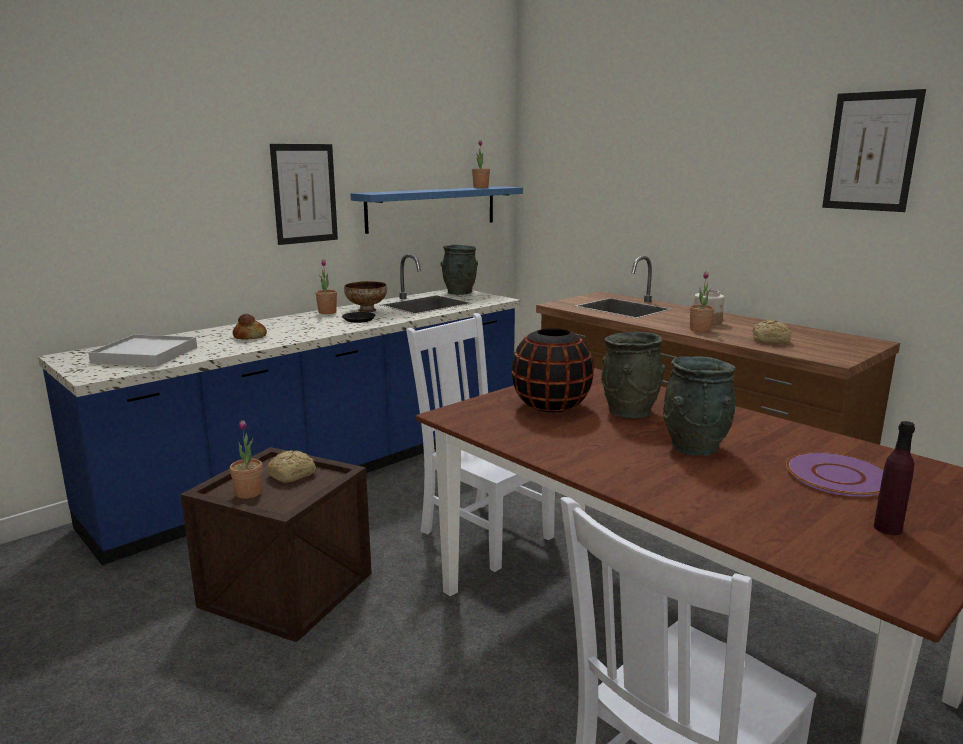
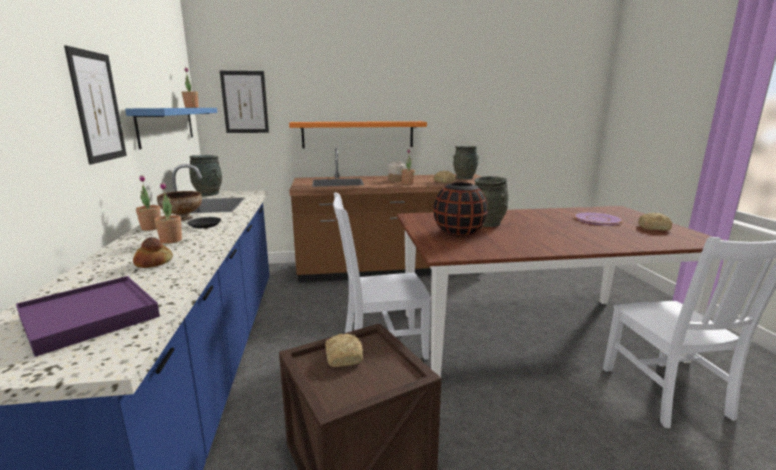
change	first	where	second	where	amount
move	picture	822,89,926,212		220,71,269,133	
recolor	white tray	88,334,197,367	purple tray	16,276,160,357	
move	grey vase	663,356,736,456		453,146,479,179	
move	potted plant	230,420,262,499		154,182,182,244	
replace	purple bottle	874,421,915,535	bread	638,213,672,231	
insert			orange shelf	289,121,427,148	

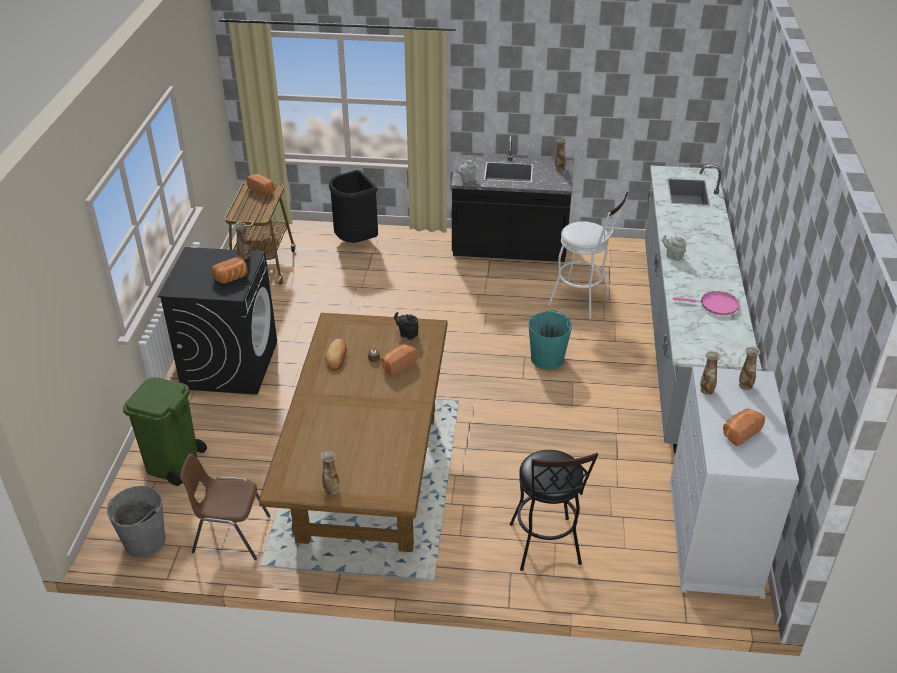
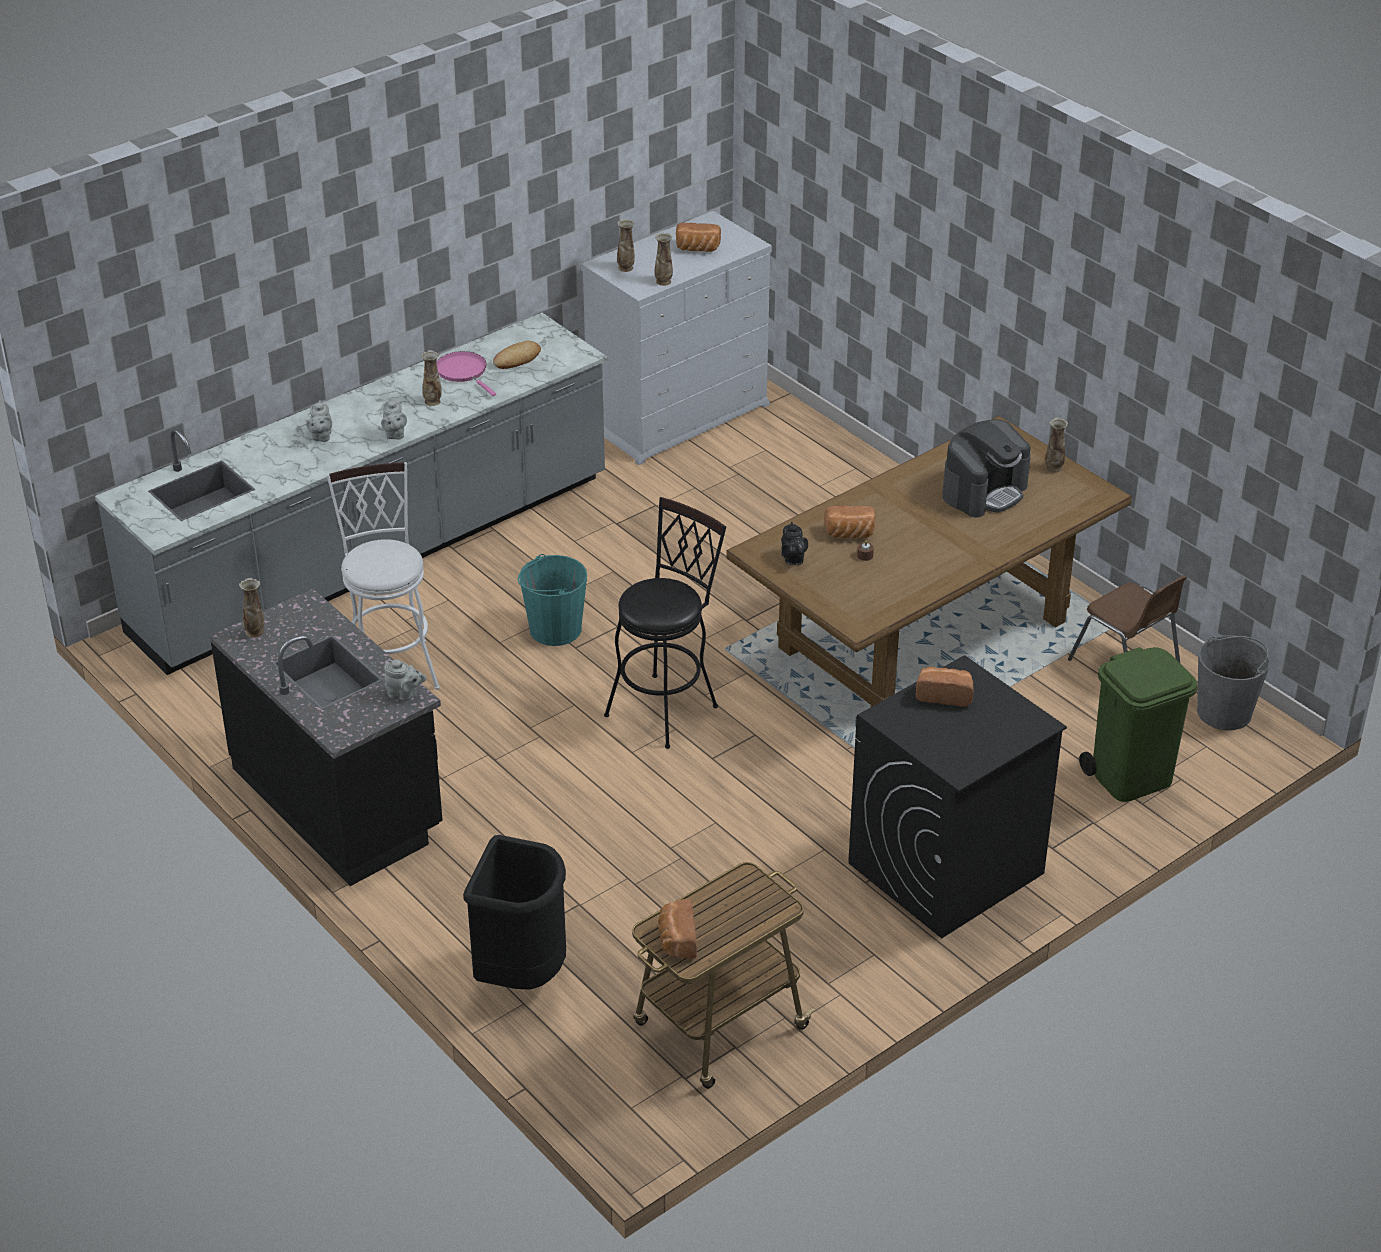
change	first	where	second	where	amount
move	vase	234,222,250,259		421,350,442,406	
move	bread	325,339,347,371		493,341,541,369	
move	black stool	510,450,598,571		604,497,726,749	
insert			grey teapot	306,400,332,442	
insert			coffee machine	942,419,1031,518	

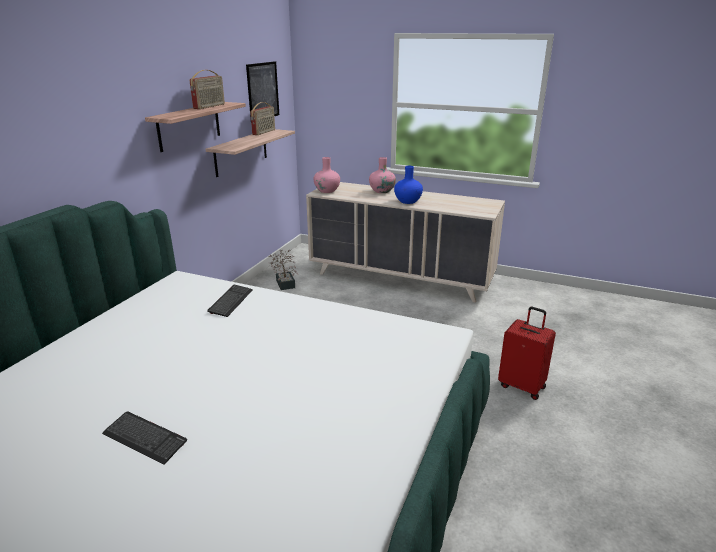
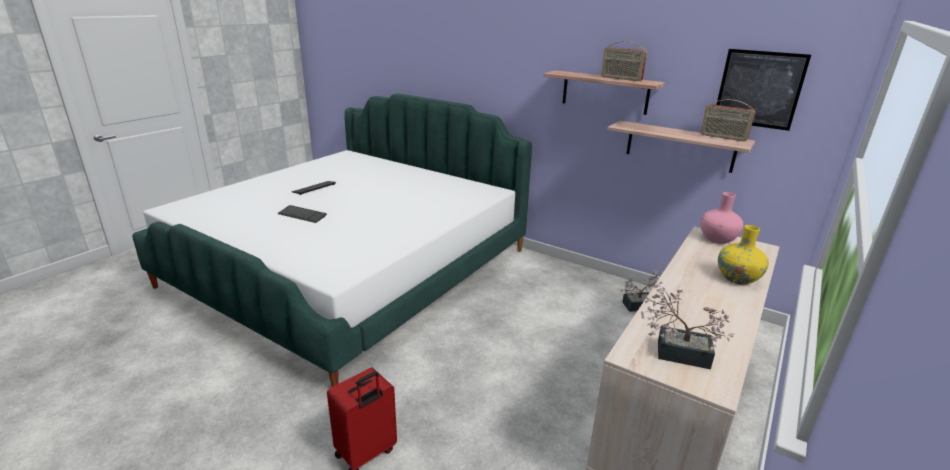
change	first	where	second	where	amount
recolor	pink vase	369,157,396,193	yellow vase	718,225,769,285	
delete	blue vase	394,166,423,204			
move	keyboard	207,285,253,317		278,205,327,223	
insert			potted plant	641,282,734,369	

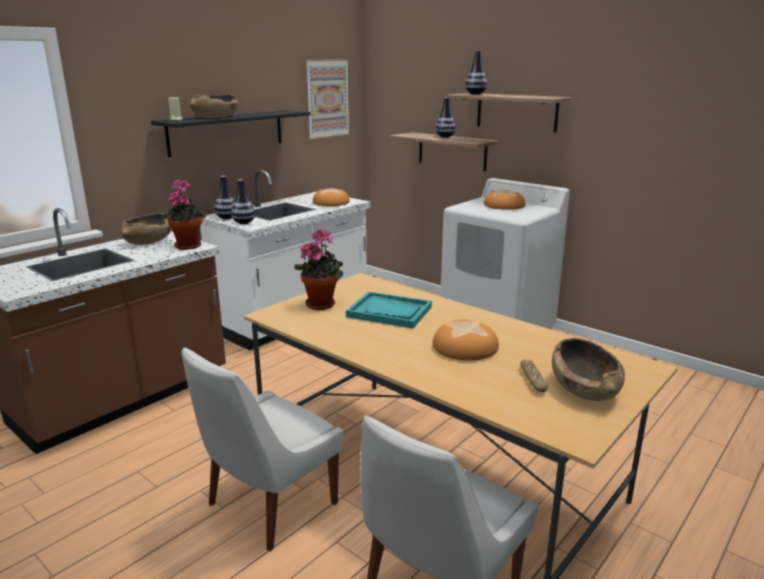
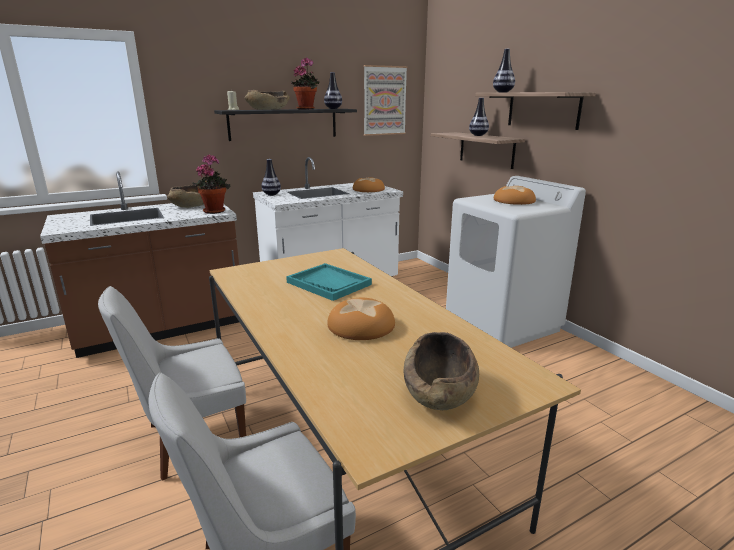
change	first	where	second	where	amount
move	vase	231,179,255,224		324,72,342,109	
move	potted plant	294,228,343,310		291,57,320,109	
delete	bread	520,359,548,392			

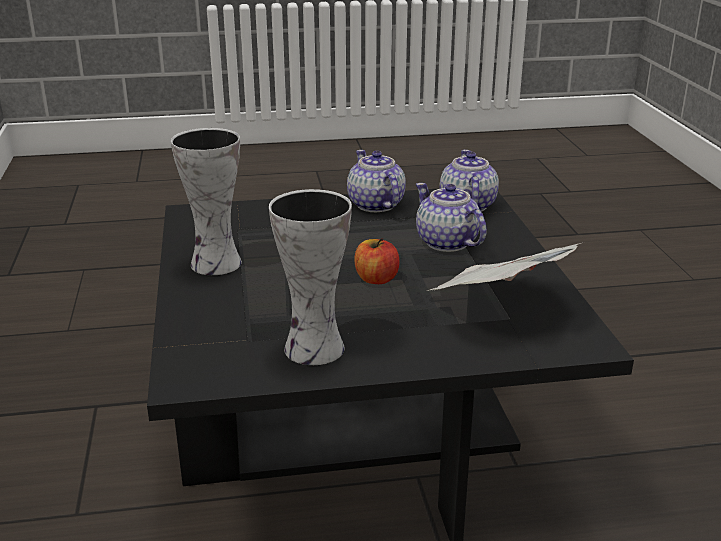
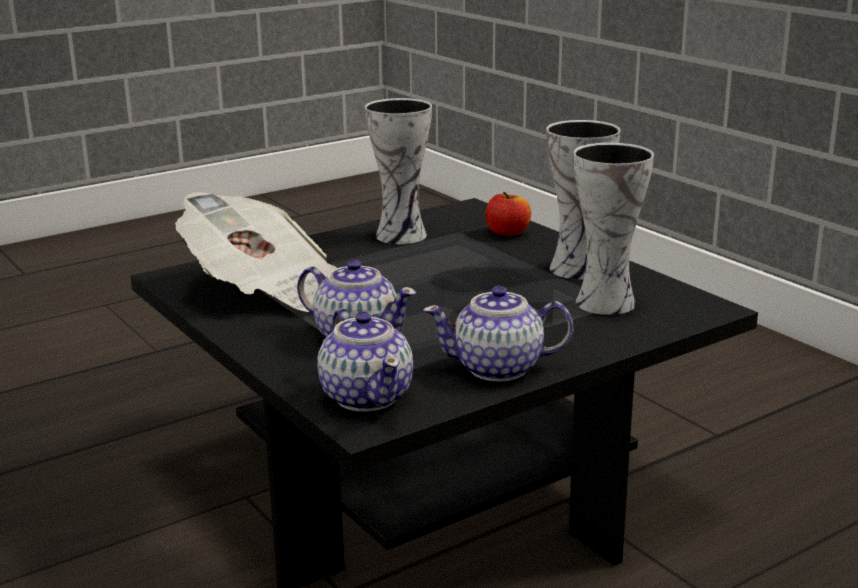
change	first	where	second	where	amount
rotate	teapot	347,150,406,212		423,286,574,382	135 degrees clockwise
move	apple	354,238,399,284		486,192,531,236	
insert			vase	573,143,654,315	

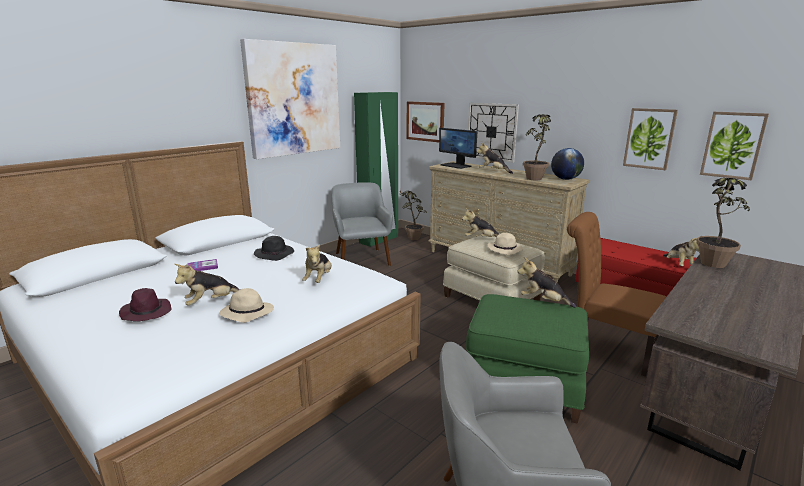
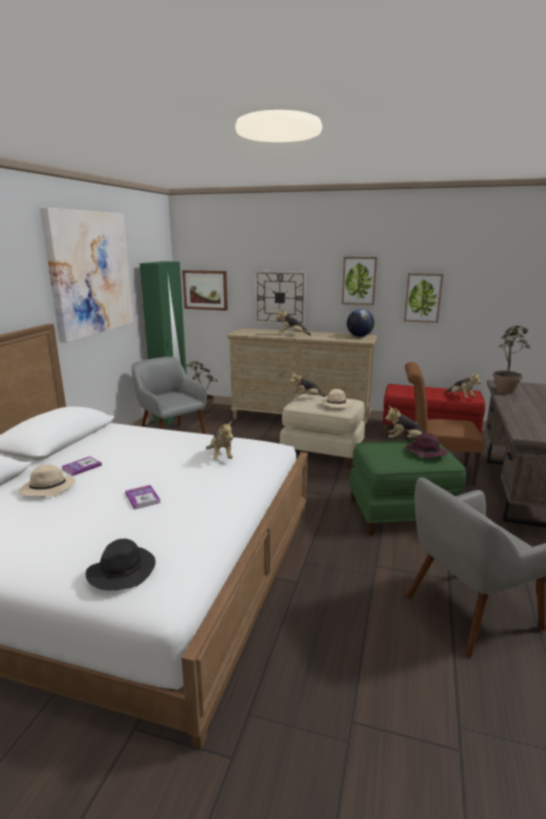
change	first	where	second	where	amount
move	picture	700,112,769,181		342,257,377,305	
delete	potted plant	523,114,551,180			
delete	monitor	439,128,477,169			
move	black hat	254,236,294,261		86,539,156,590	
replace	plush toy	175,264,240,306	book	125,485,161,510	
move	purple hat	119,288,171,321		405,433,448,458	
move	beige hat	219,288,274,323		19,464,76,497	

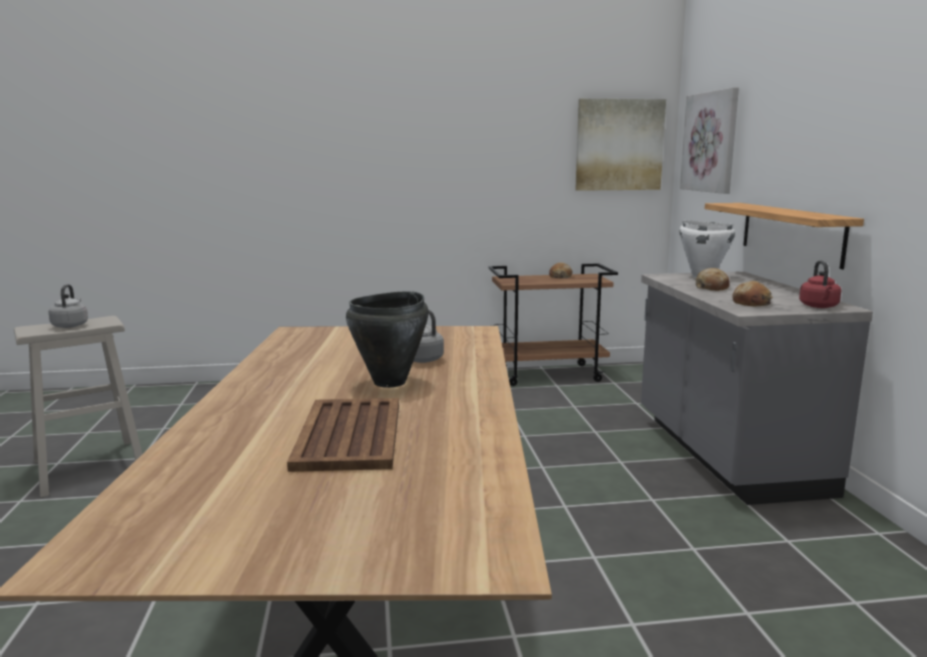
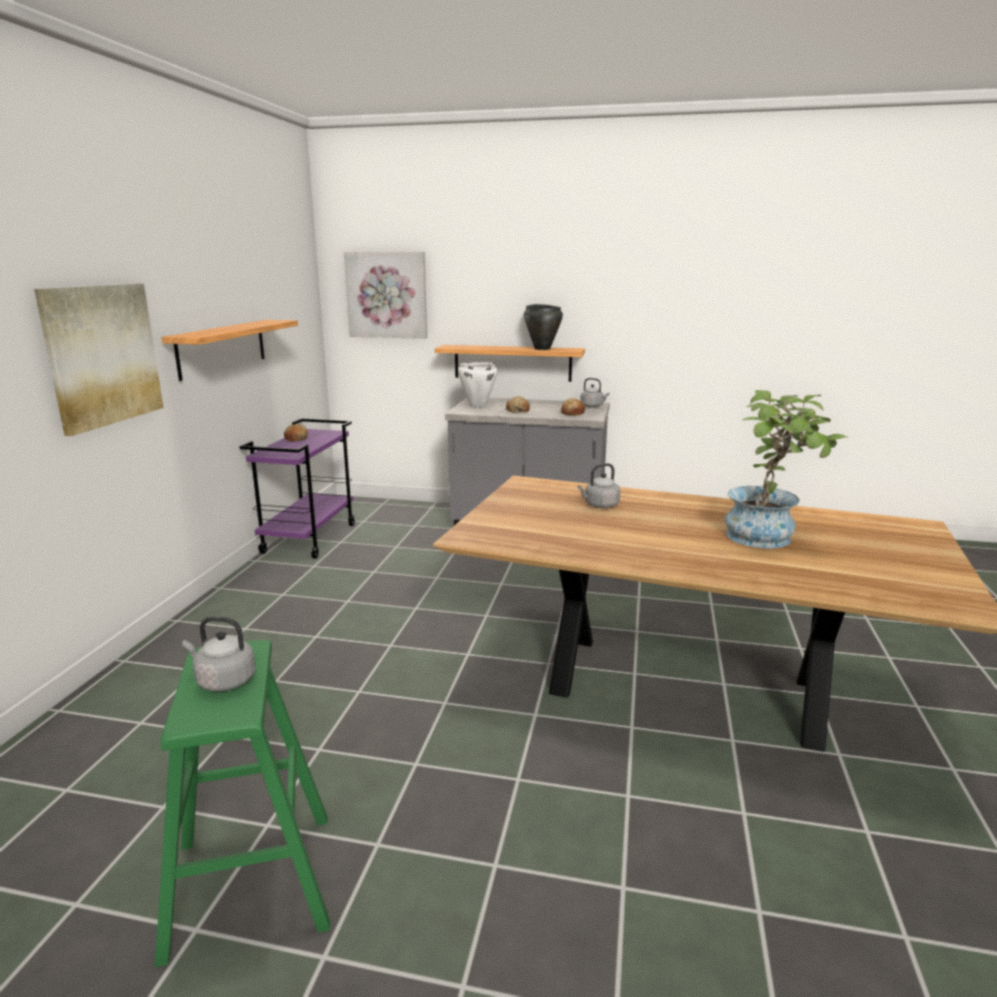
change	first	where	second	where	amount
move	picture	575,99,666,191		34,283,163,436	
recolor	red kettle	799,260,841,308	grey kettle	580,378,609,408	
recolor	brown cart	489,263,618,386	purple cart	239,418,355,559	
move	black cooking pot	346,291,429,388		524,304,563,350	
recolor	beige stool	14,316,142,498	green stool	155,640,330,967	
replace	brown tray	287,398,399,472	potted plant	725,390,849,548	
insert			shelf	161,320,298,381	

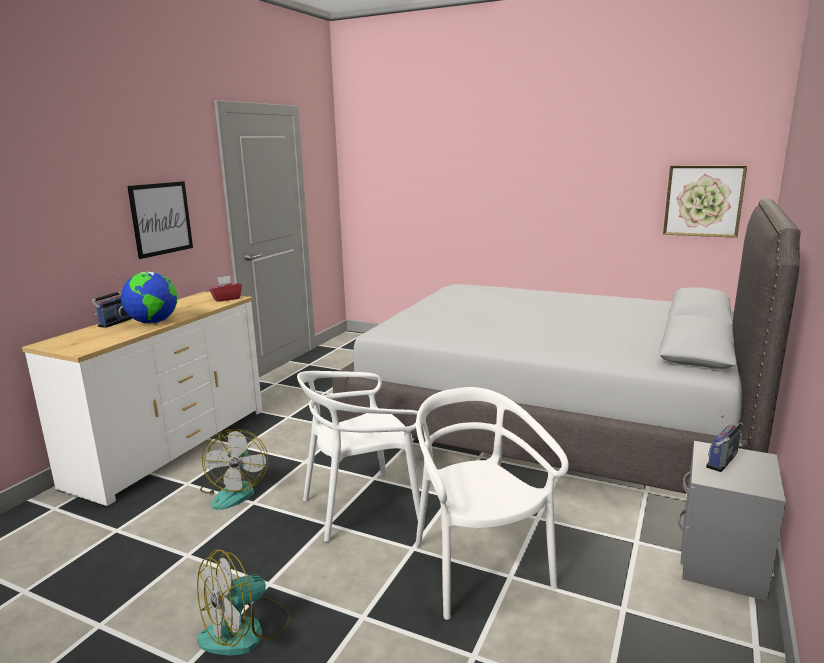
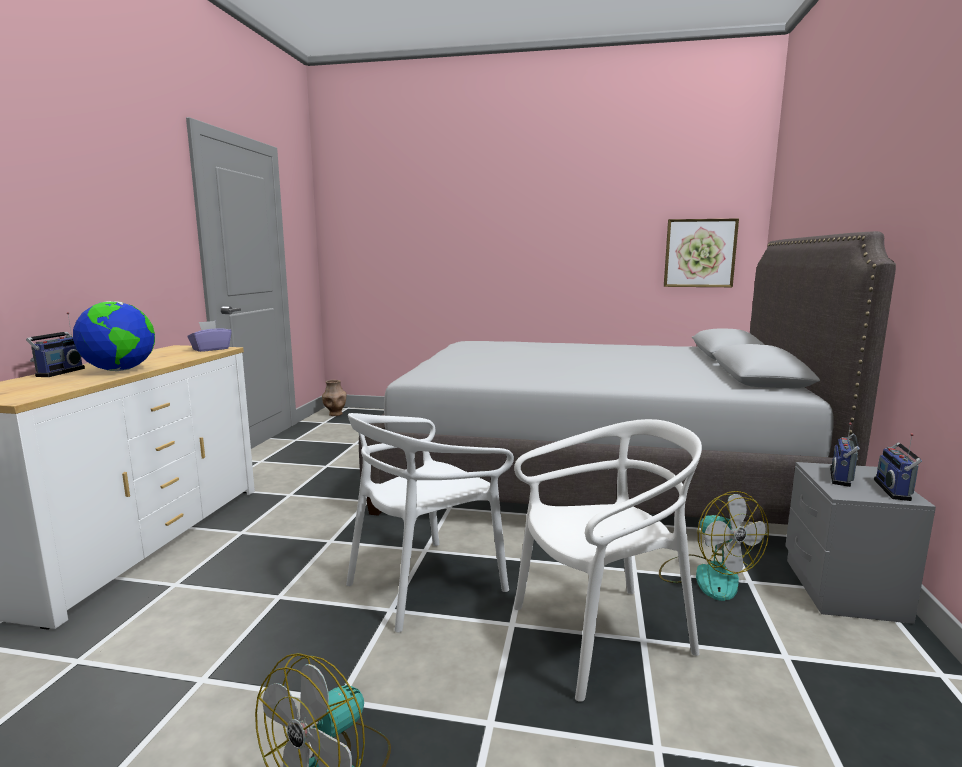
change	first	where	second	where	amount
delete	picture	127,181,193,259			
recolor	red tissue box	209,276,242,302	purple tissue box	187,321,231,352	
rotate	white chair	416,387,569,620		514,419,702,702	105 degrees clockwise
move	fan	200,429,268,510		659,491,769,601	
insert			brown vase	322,380,346,416	
insert			radio	874,433,922,501	

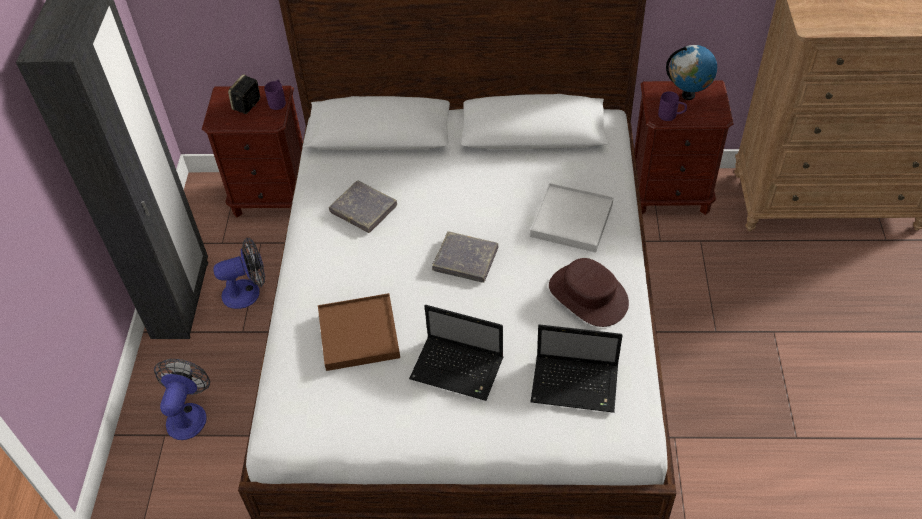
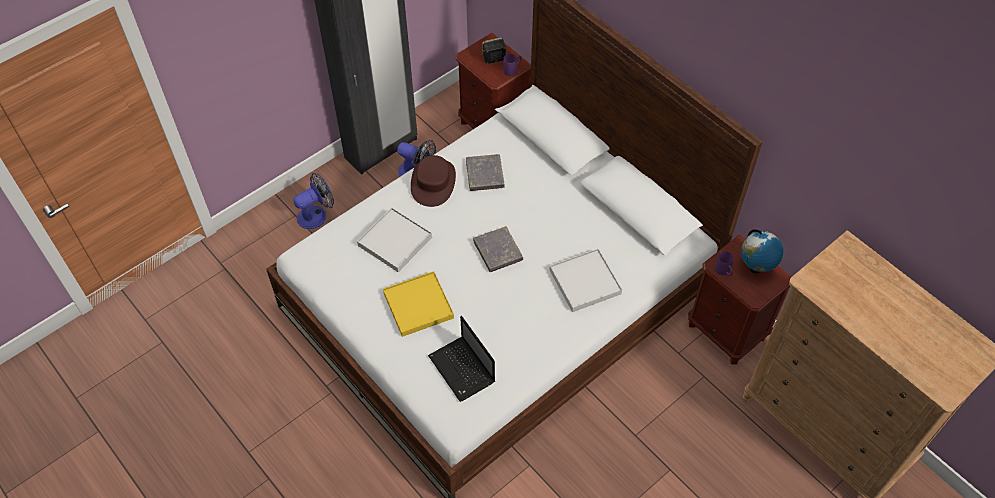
change	first	where	second	where	amount
move	brown hat	549,258,629,327		411,155,456,207	
recolor	brown tray	318,293,400,371	white tray	357,207,432,272	
replace	laptop	409,305,503,401	yellow tray	383,271,454,337	

